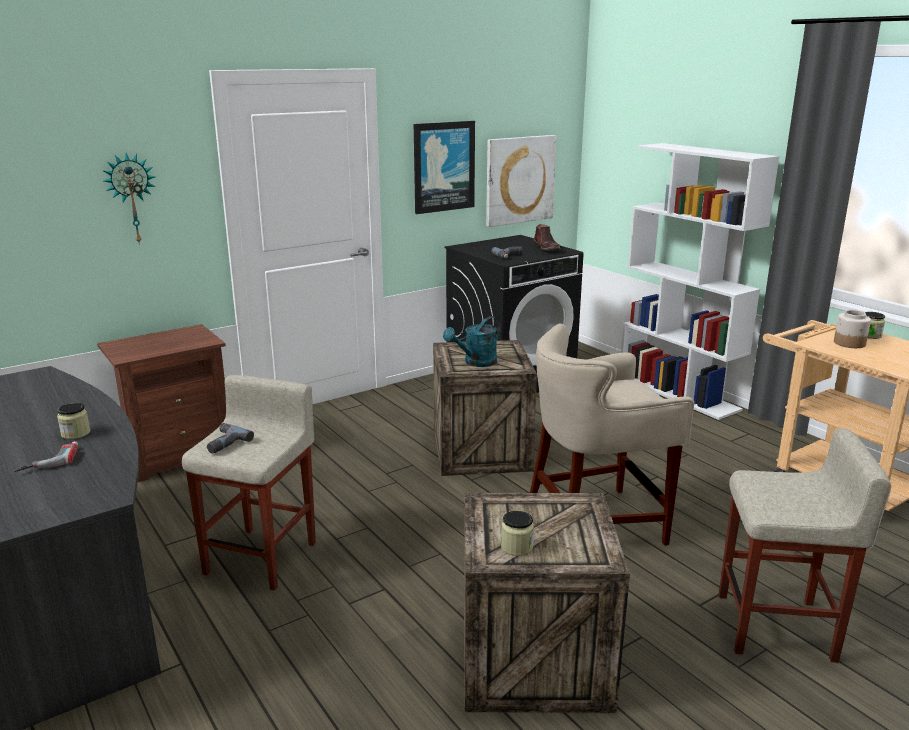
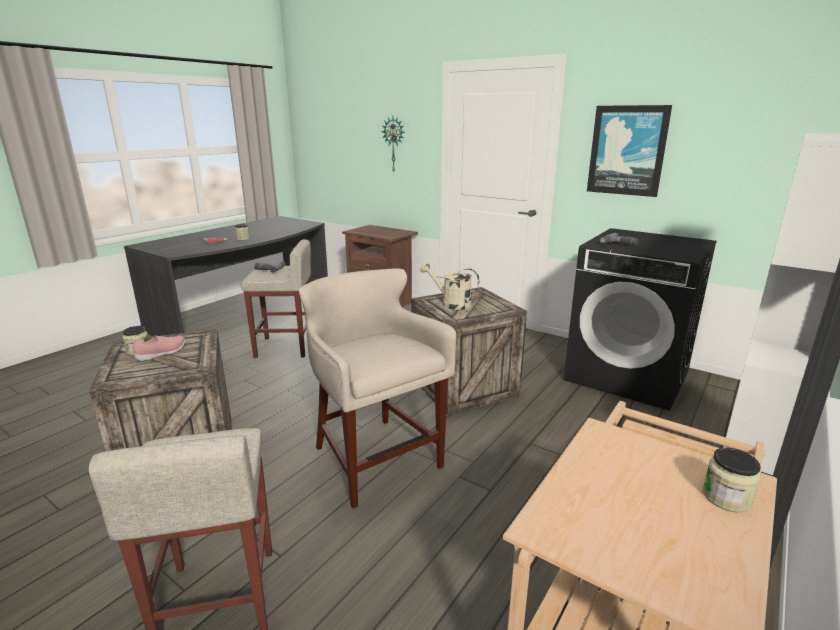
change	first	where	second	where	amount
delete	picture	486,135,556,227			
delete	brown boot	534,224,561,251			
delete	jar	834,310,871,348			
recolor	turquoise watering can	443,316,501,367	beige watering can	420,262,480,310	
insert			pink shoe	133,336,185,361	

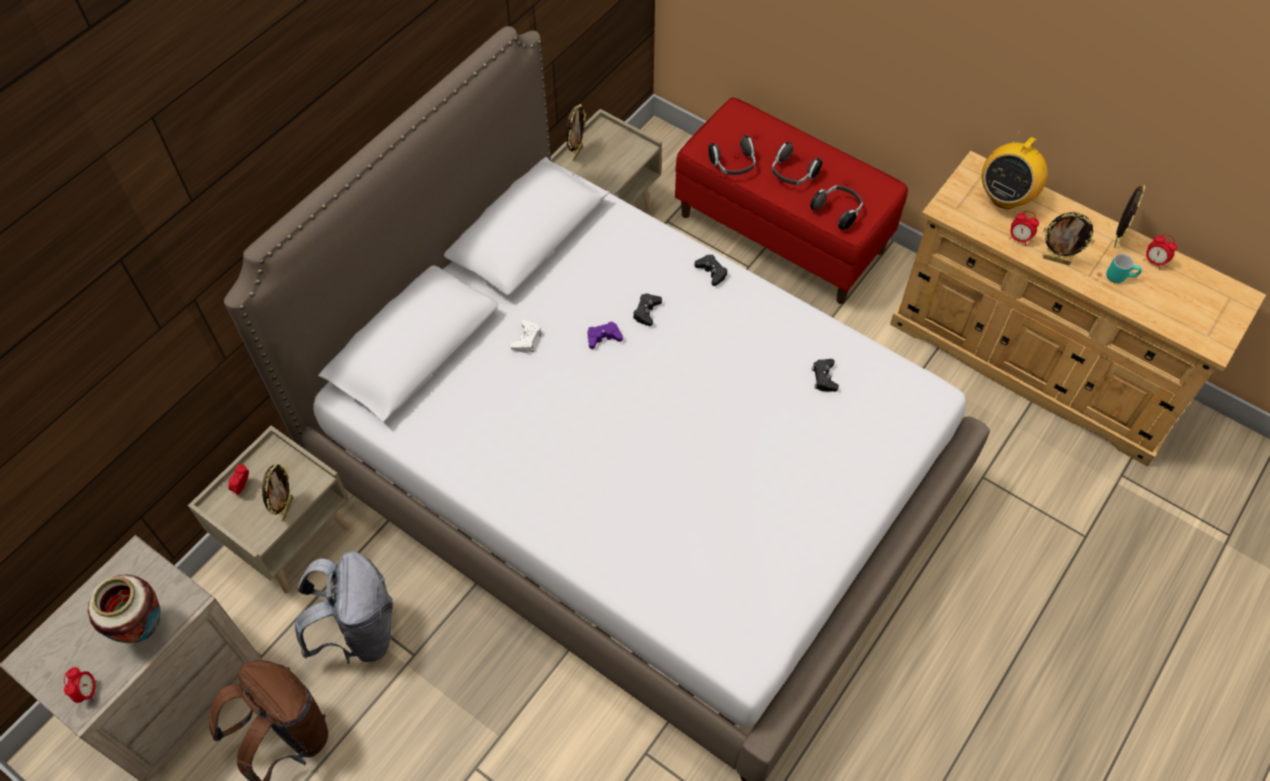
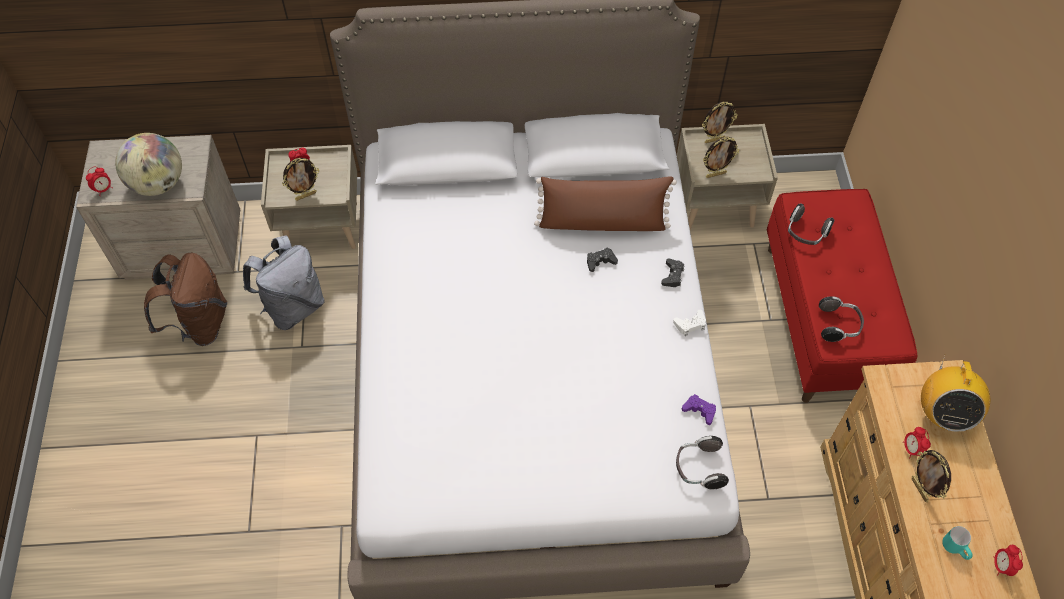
change	first	where	second	where	amount
rotate	radio	982,129,1048,209		921,354,990,432	75 degrees counterclockwise
move	headphones	772,142,822,185		676,436,729,489	
move	picture frame	1114,185,1145,248		703,137,739,178	
move	white game controller	510,320,541,353		673,310,706,336	
move	purple game controller	588,321,623,349		682,394,716,425	
delete	black game controller	812,359,839,392			
replace	vase	87,574,160,643	globe	115,133,182,196	
insert			brown pillow	534,176,677,231	

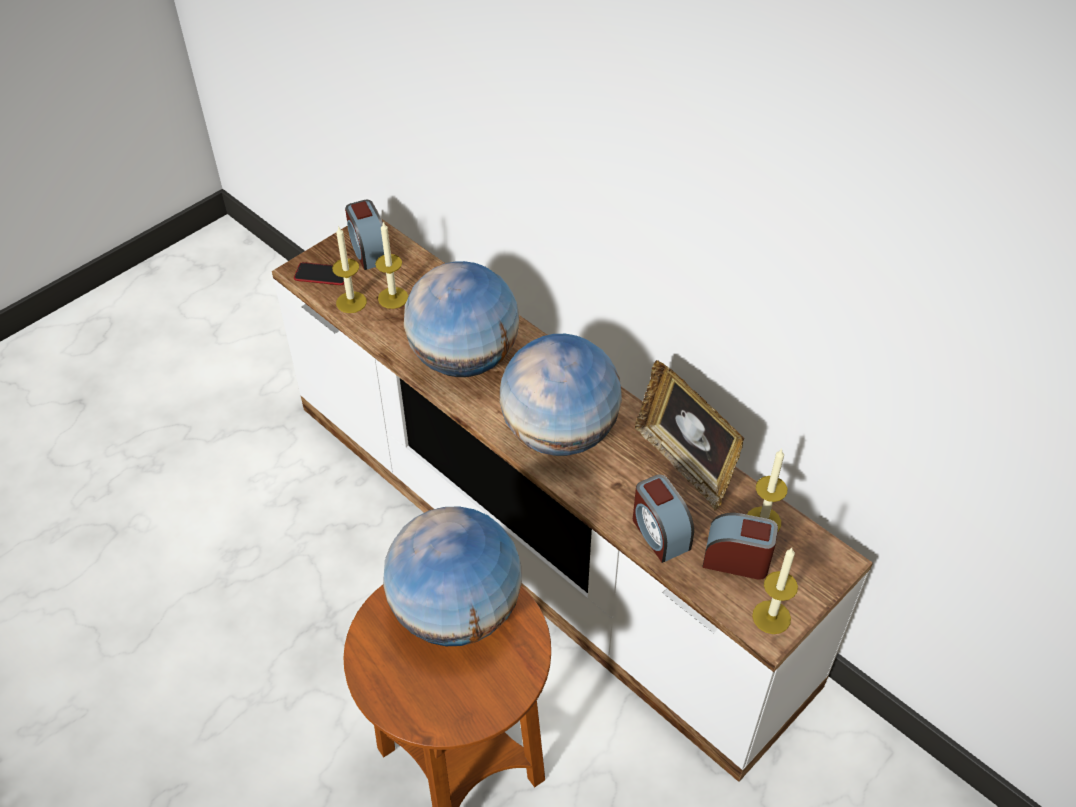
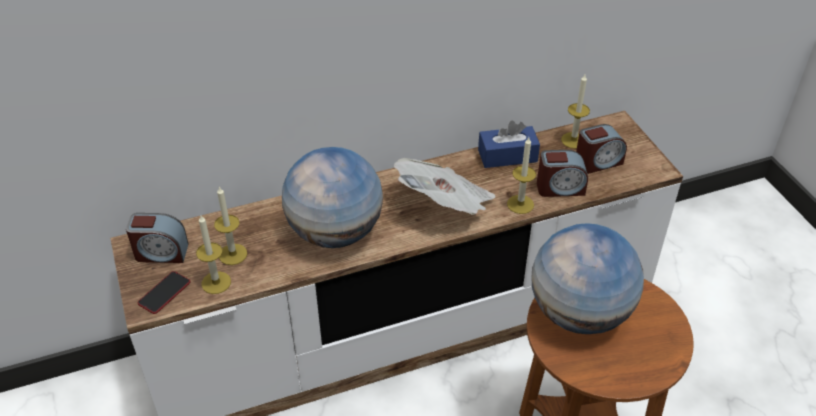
change	first	where	second	where	amount
replace	globe	500,334,622,456	newspaper	394,158,496,215	
replace	picture frame	635,360,744,511	blue tissue box	478,121,540,168	
rotate	alarm clock	702,513,778,580		576,124,627,174	150 degrees counterclockwise
move	candle	752,548,798,634		507,137,536,214	

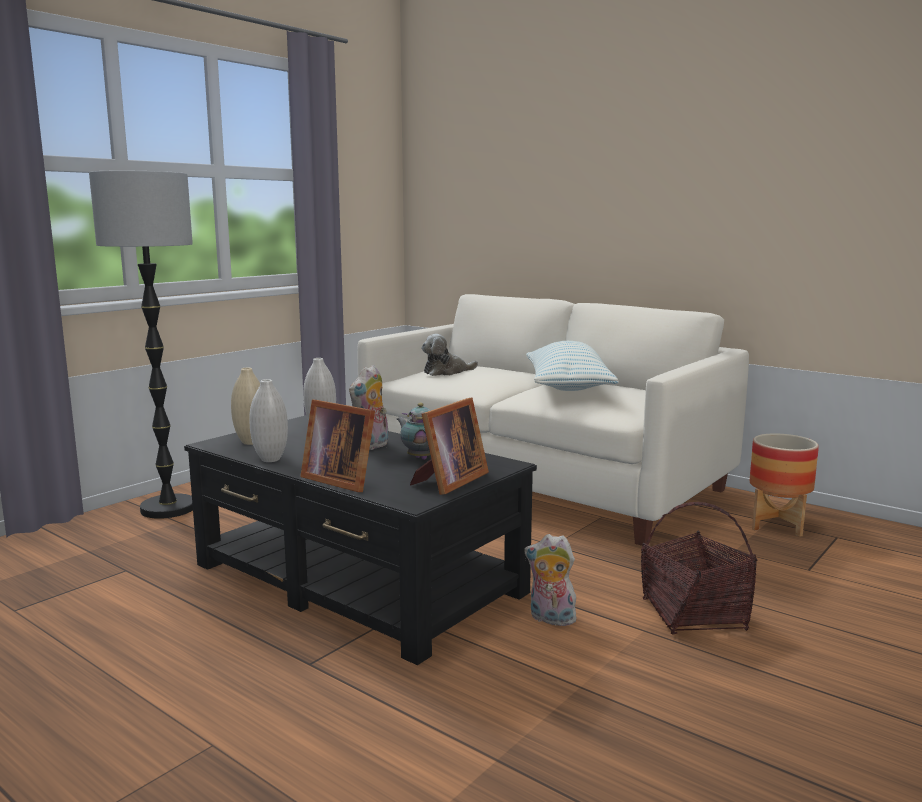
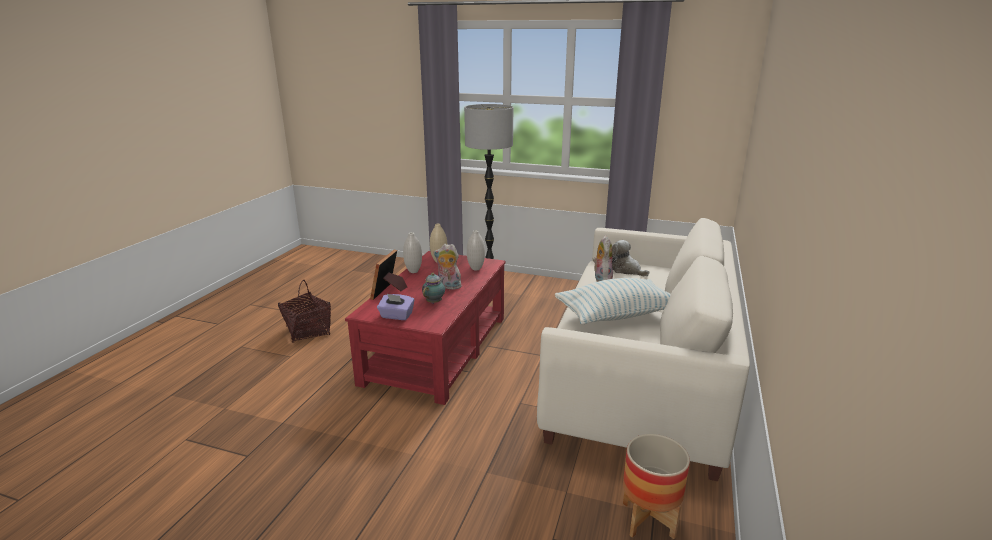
change	first	where	second	where	amount
replace	picture frame	410,397,489,495	purple tissue box	377,294,414,320	
recolor	black coffee table	184,415,537,665	red coffee table	345,251,506,405	
move	basket	641,502,757,635		278,280,331,343	
move	plush toy	524,534,576,626		593,235,613,282	

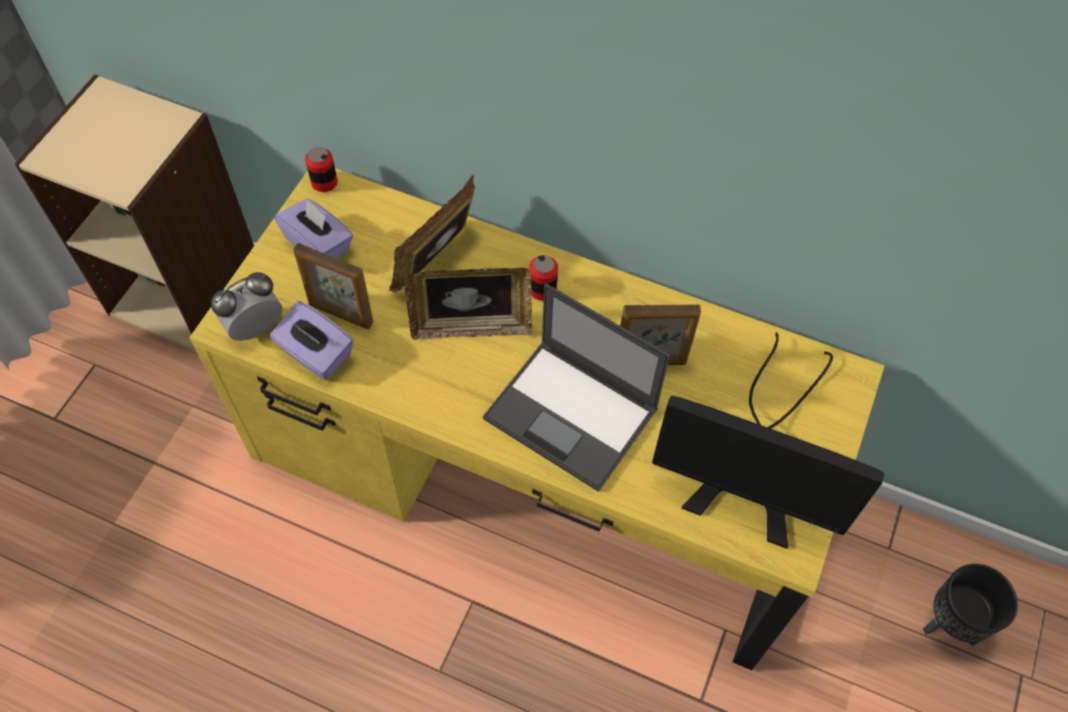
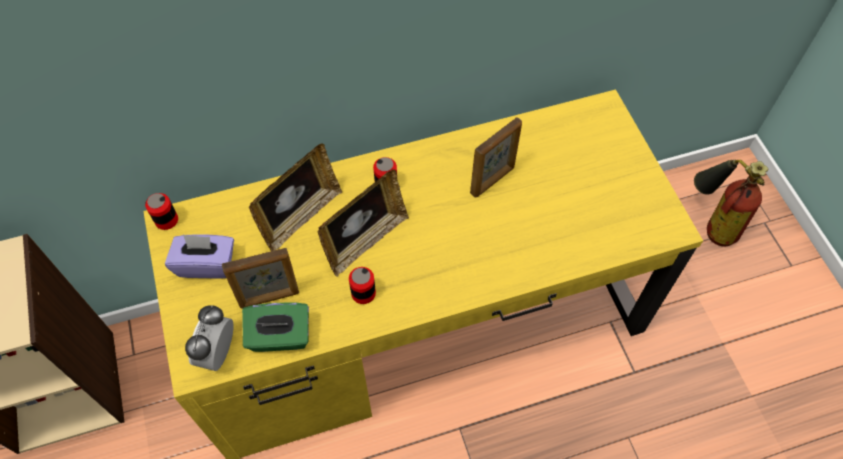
change	first	where	second	where	amount
rotate	picture frame	389,175,475,292		249,143,342,251	135 degrees counterclockwise
delete	laptop	483,284,670,491			
recolor	purple tissue box	270,301,353,380	green tissue box	242,303,309,352	
delete	monitor	652,332,884,549			
replace	black planter	923,564,1018,646	fire extinguisher	694,160,768,247	
insert			can	349,267,376,304	

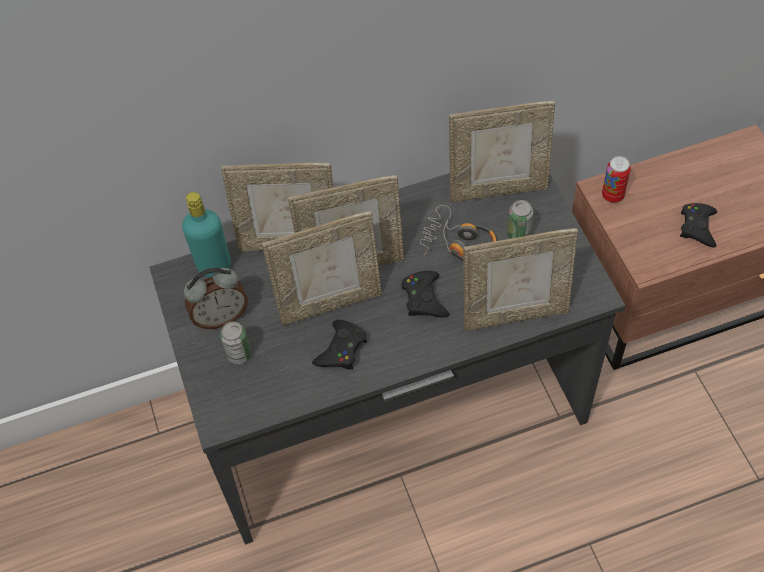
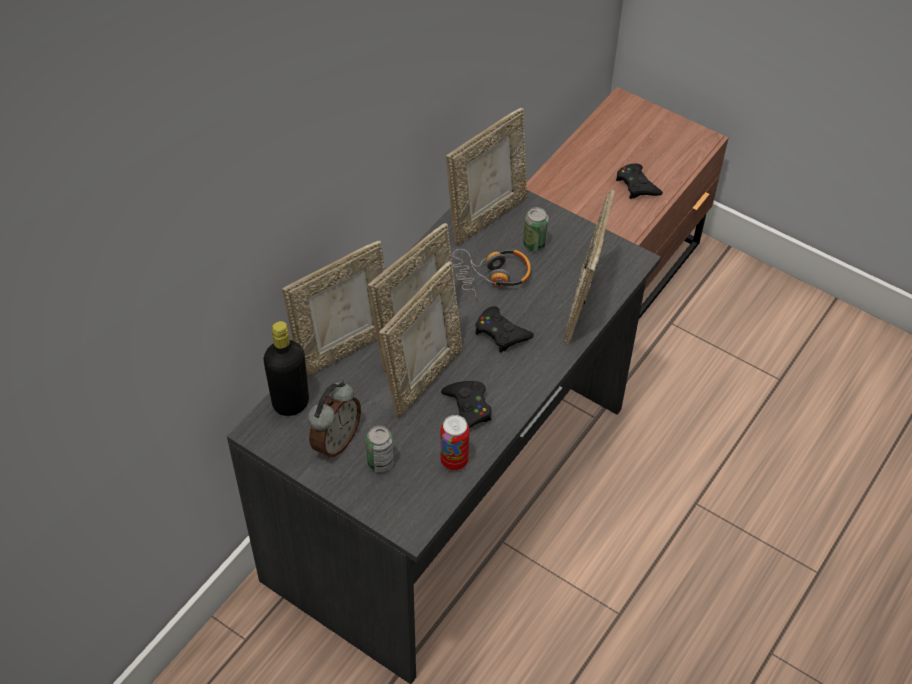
change	first	where	second	where	amount
move	can	602,156,631,203		440,415,469,471	
recolor	turquoise bottle	182,192,231,278	black bottle	263,321,309,416	
rotate	picture frame	463,228,578,330		564,190,615,344	150 degrees clockwise

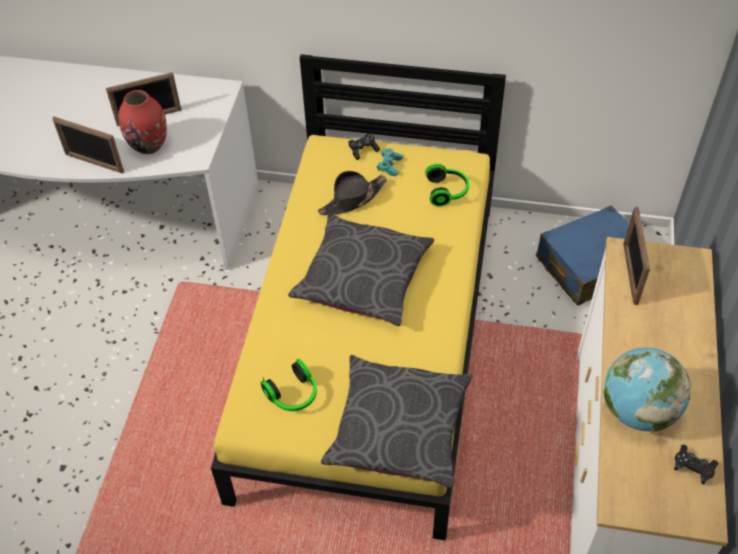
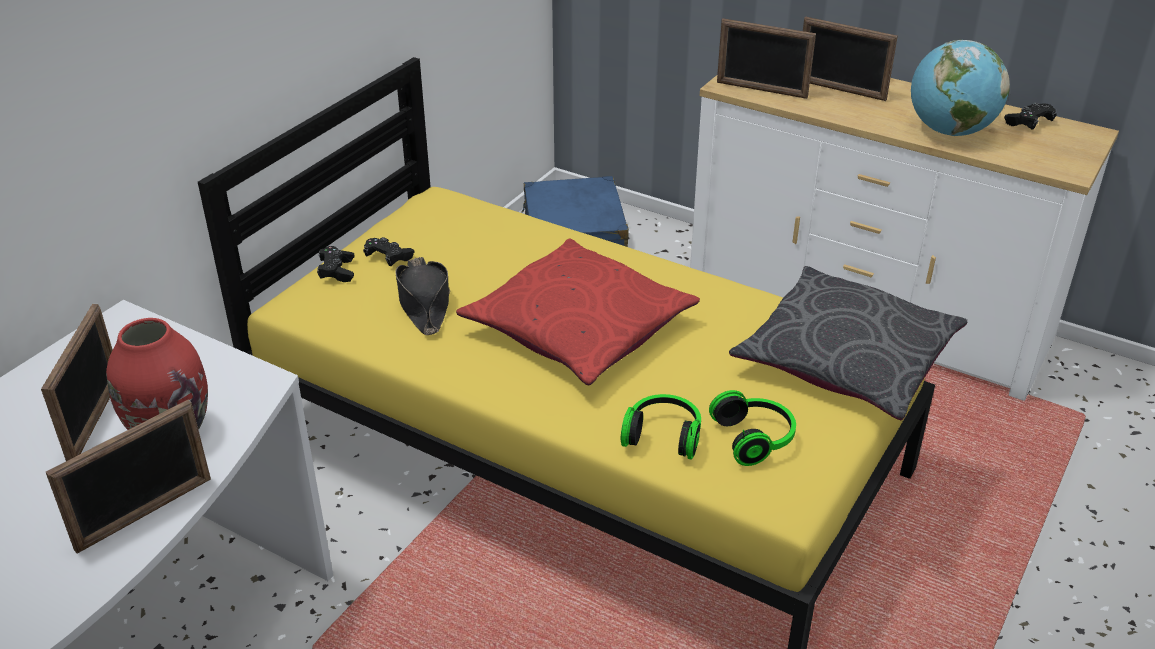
change	first	where	second	where	amount
recolor	turquoise game controller	377,148,403,176	black game controller	363,237,415,266	
move	headphones	425,164,469,206		621,394,701,460	
recolor	grey pillow	288,213,434,326	red pillow	456,238,700,386	
insert			picture frame	803,17,898,101	

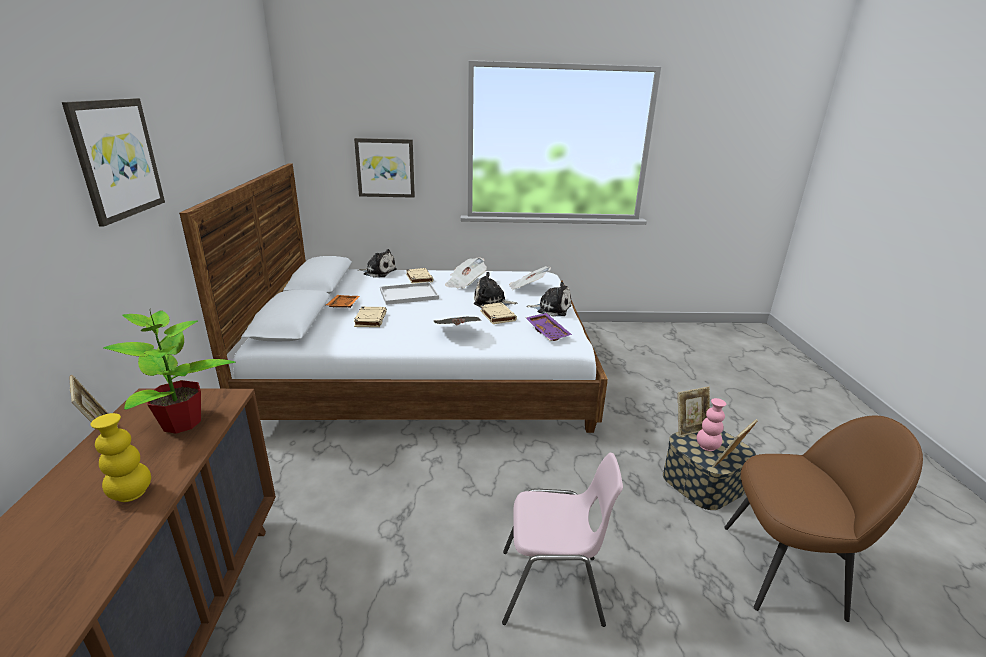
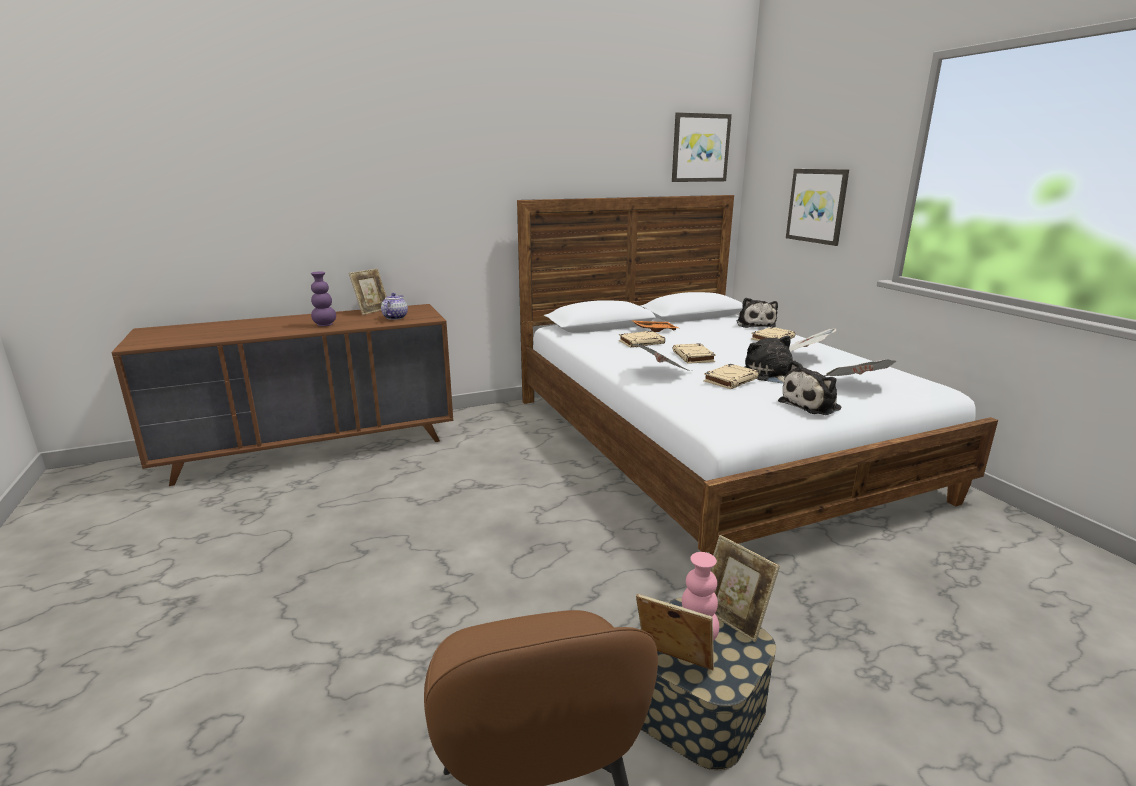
change	first	where	second	where	amount
move	picture	62,98,165,227		672,112,732,182	
delete	white tray	380,282,439,305			
rotate	plush toy	526,282,571,317		778,360,842,415	60 degrees clockwise
replace	potted plant	103,310,236,434	teapot	381,293,408,320	
delete	purple tray	526,313,572,341			
recolor	yellow vase	91,413,151,502	purple vase	311,271,336,326	
delete	pink chair	502,453,623,627			
insert			beige book	672,343,716,364	

